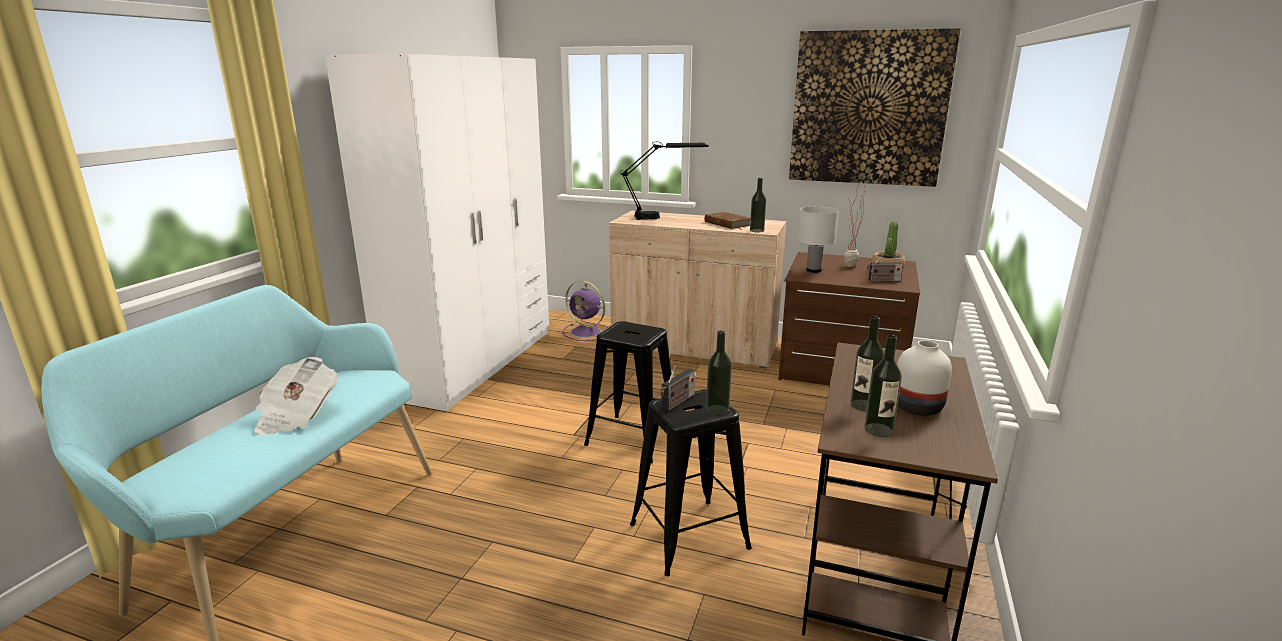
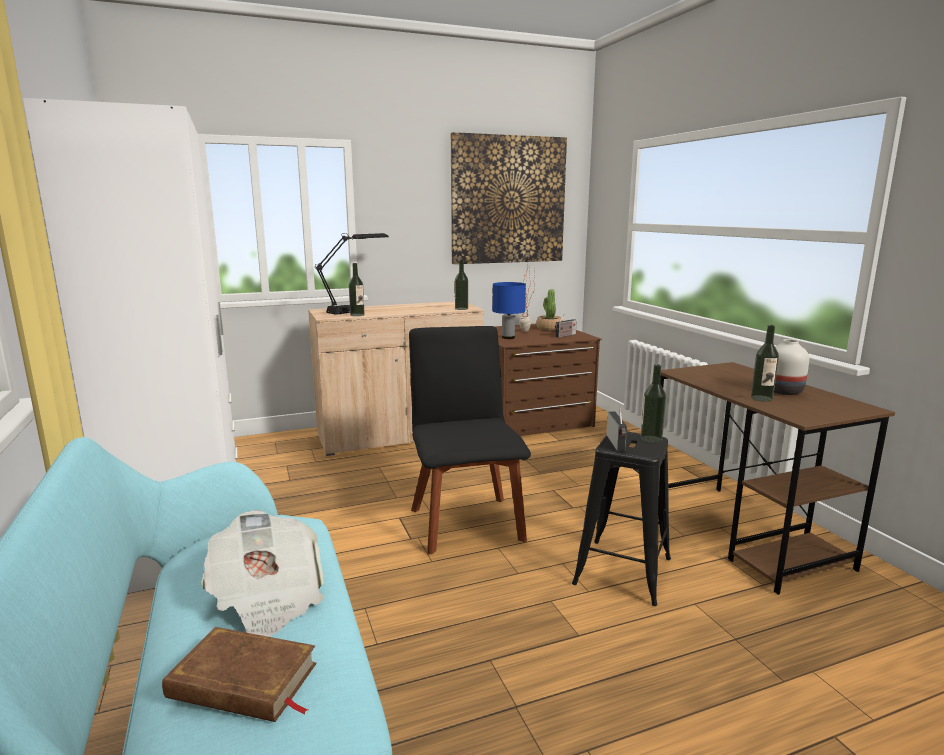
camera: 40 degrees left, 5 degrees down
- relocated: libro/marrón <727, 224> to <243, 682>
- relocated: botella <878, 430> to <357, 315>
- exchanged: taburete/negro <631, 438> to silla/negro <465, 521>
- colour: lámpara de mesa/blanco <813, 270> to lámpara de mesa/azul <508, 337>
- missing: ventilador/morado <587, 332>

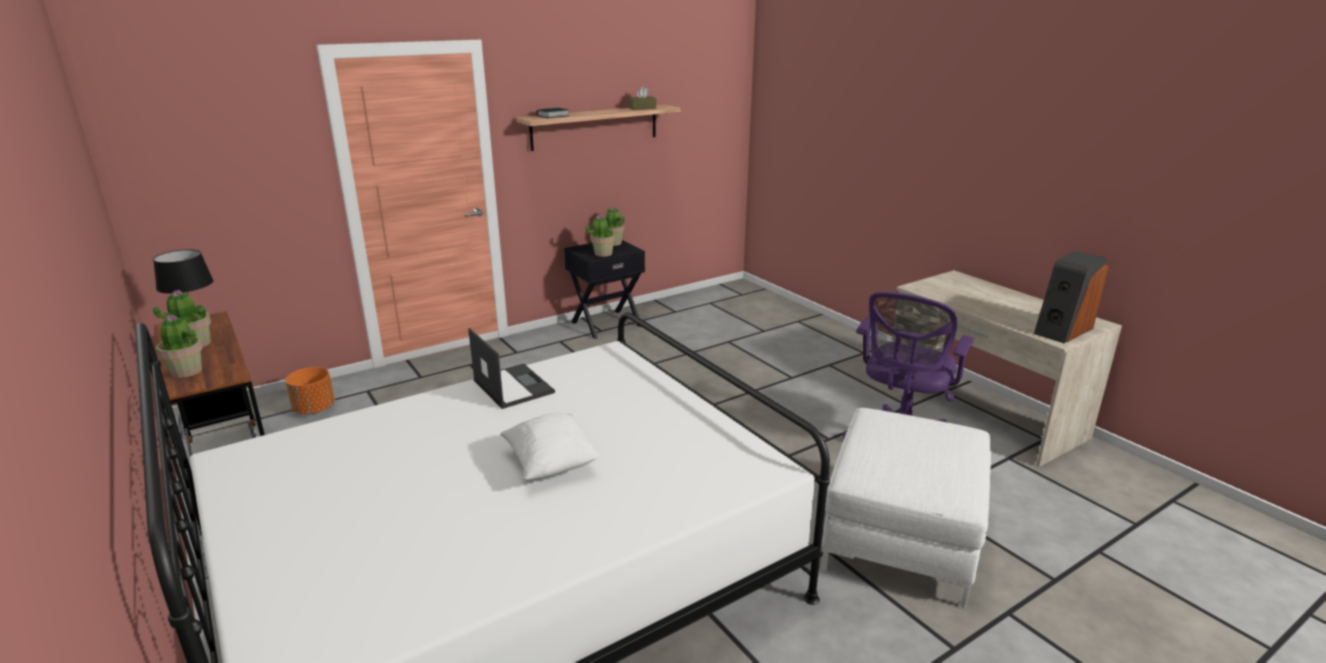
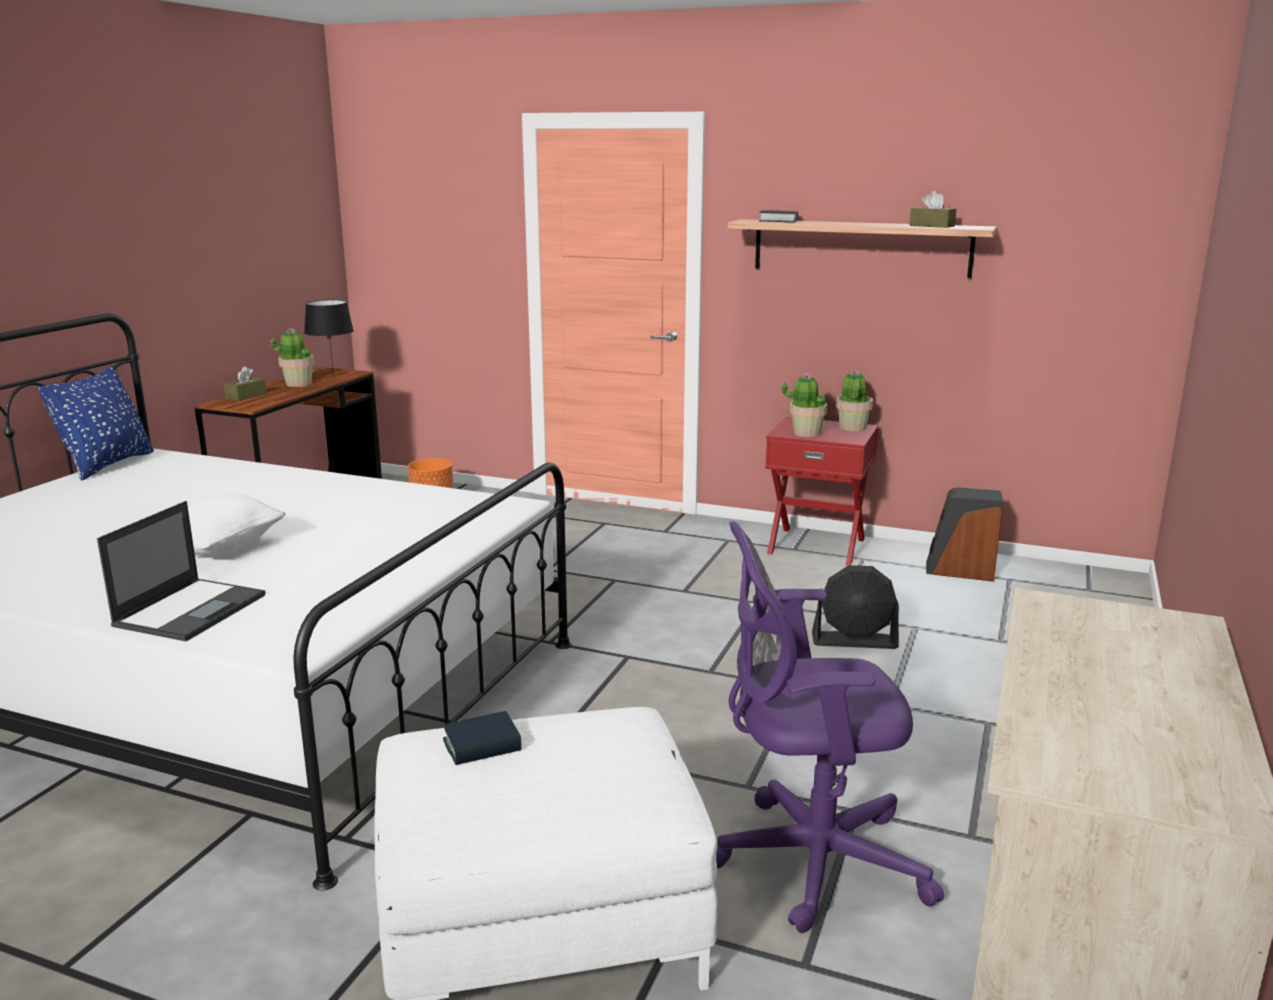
camera: 55 degrees right, 5 degrees down
- appeared: cojín/azul <107, 465>
- relocated: portátil <512, 386> to <191, 609>
- exchanged: planta en maceta <186, 371> to caja de pañuelos/marrón <246, 396>
- appeared: libro <482, 746>
- colour: mesita de noche/negro <606, 324> to mesita de noche/rojo <817, 545>
- appeared: ventilador/negro <854, 641>
- relocated: altavoz <1062, 330> to <960, 570>

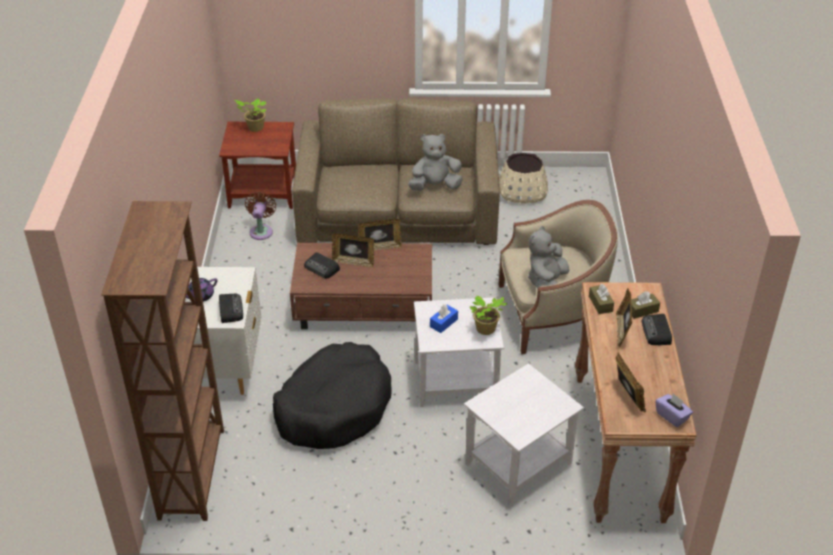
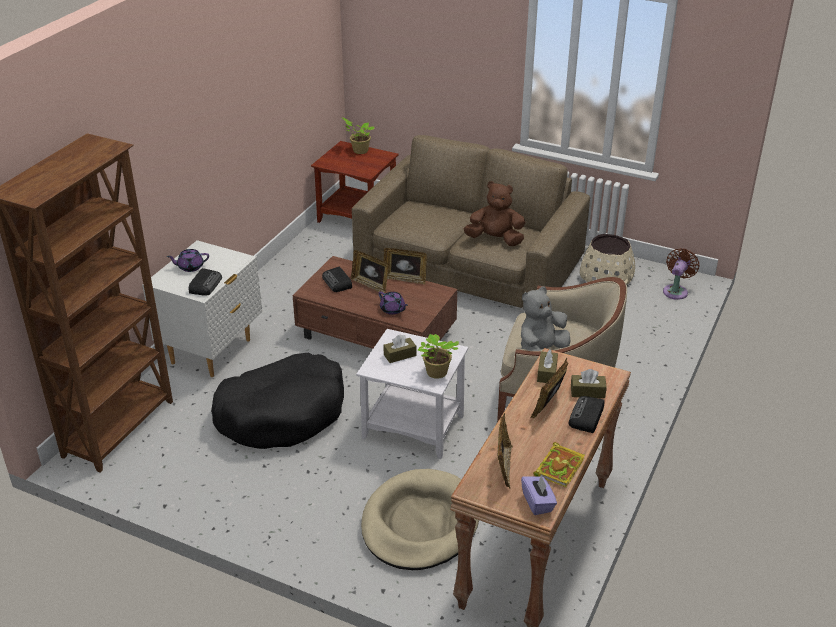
camera: 25 degrees right, 5 degrees down
- exchanged: mesa auxiliar/blanco <519, 464> to cama para perro/beis <419, 523>
- appeared: tetera/morado <392, 310>
- colour: caja de pañuelos/azul <443, 323> to caja de pañuelos/marrón <400, 355>
- colour: peluche/gris <435, 186> to peluche/marrón <495, 239>
- appeared: libro <559, 466>
- relocated: ventilador/marrón <261, 231> to <676, 291>

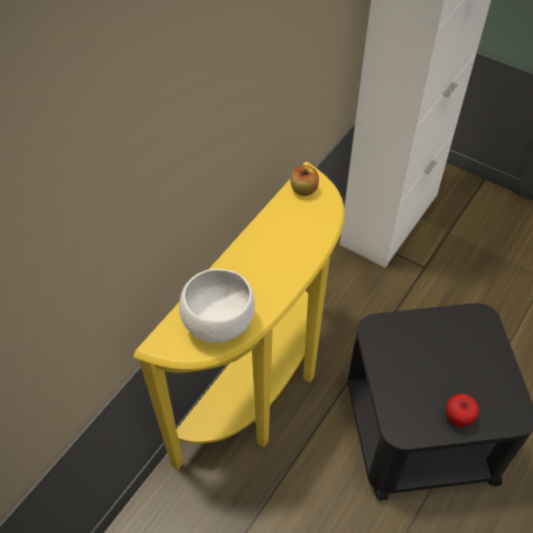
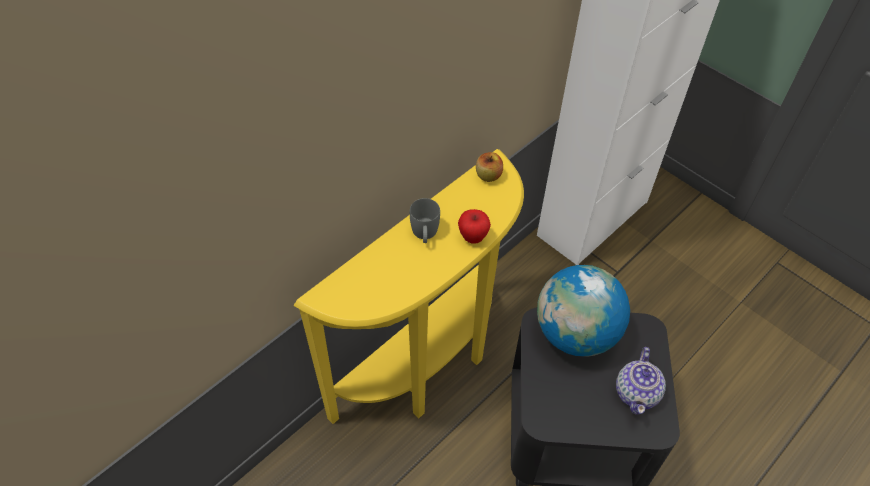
camera: 10 degrees right, 0 degrees up
- appeared: taza grande/gris <424, 234>
- relocated: manzana <457, 418> to <473, 237>
- appeared: globo terráqueo <575, 334>
- appeared: tetera <637, 392>
- missing: cuenco/blanco <218, 322>

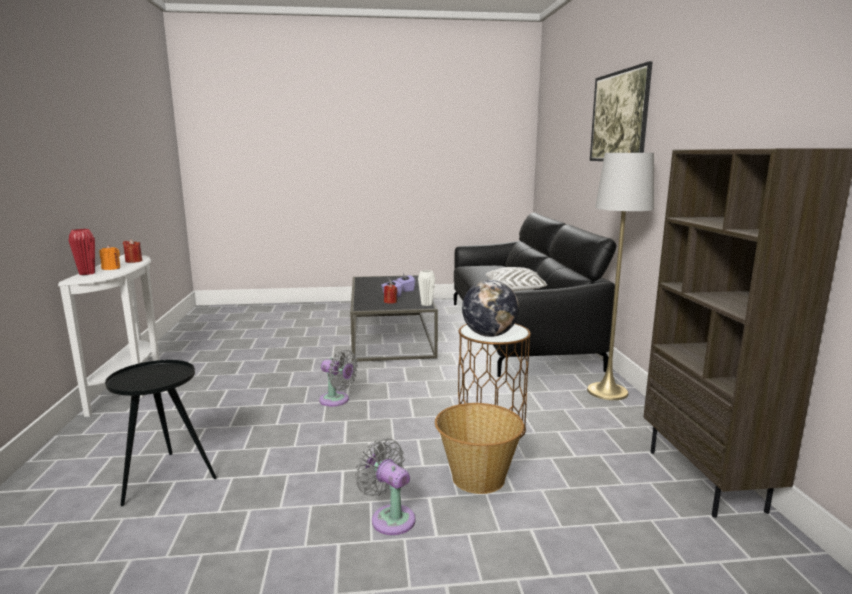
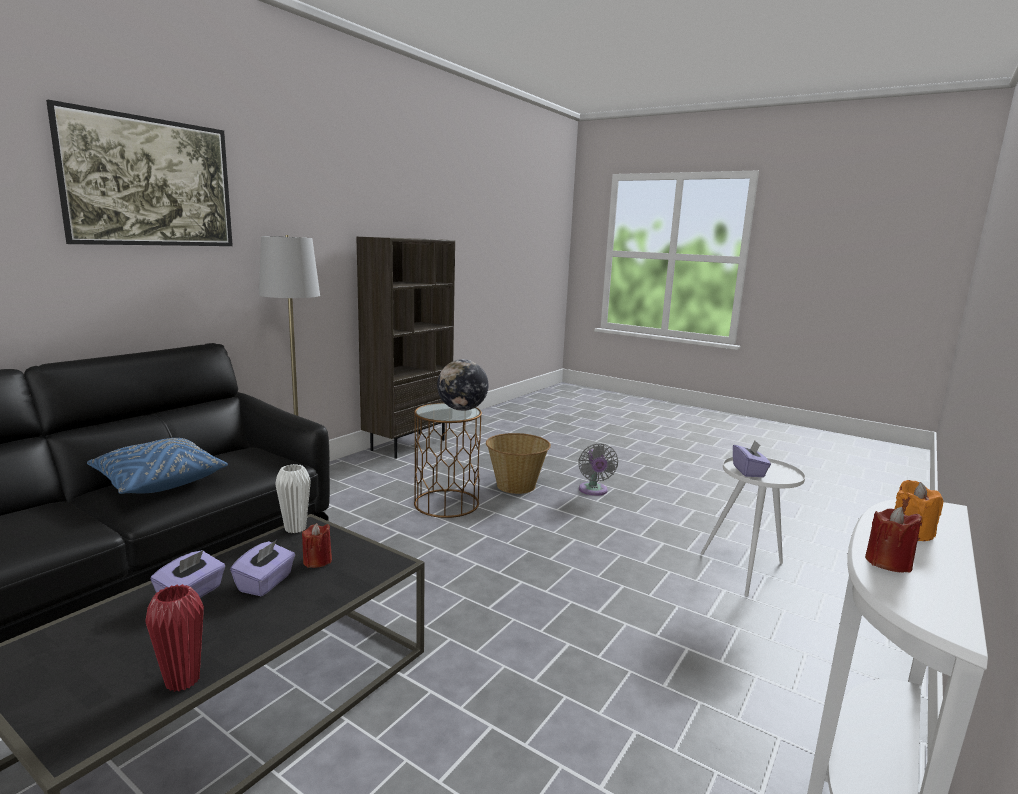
camera: 140 degrees left, 0 degrees up
- colour: cojín/blanco <515, 289> to cojín/azul <158, 481>
- relocated: florero/rojo <87, 273> to <182, 681>
- colour: mesa auxiliar/negro <165, 479> to mesa auxiliar/blanco <747, 570>
- appeared: caja de pañuelos/morado <749, 471>
- missing: ventilador/gris <337, 400>

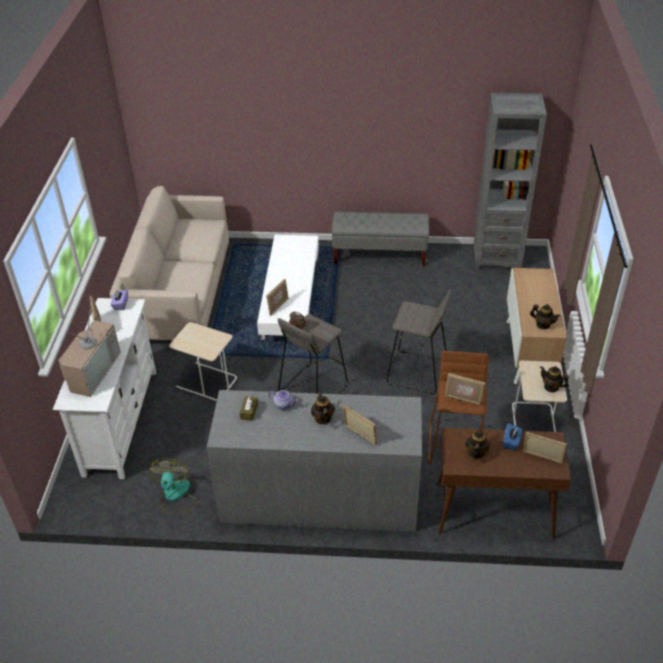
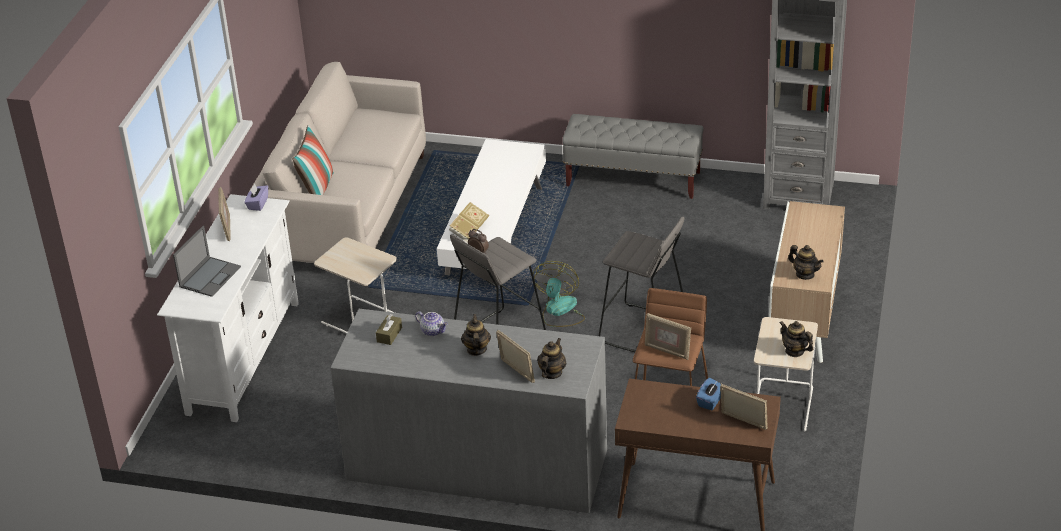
camera: 10 degrees right, 5 degrees down
- exchanged: televisor <92, 370> to portátil <210, 276>
- appeared: cojín <316, 188>
- exchanged: portarretratos <278, 306> to libro <469, 231>
- relocated: ventilador <175, 496> to <559, 311>
- relocated: tetera <476, 452> to <551, 373>

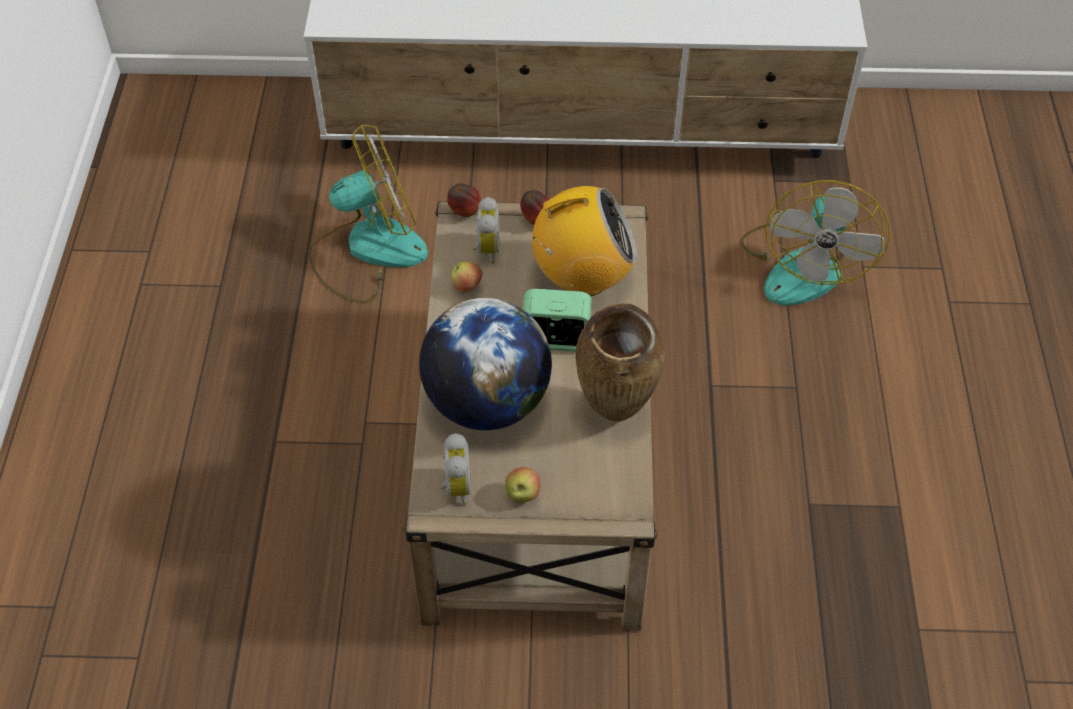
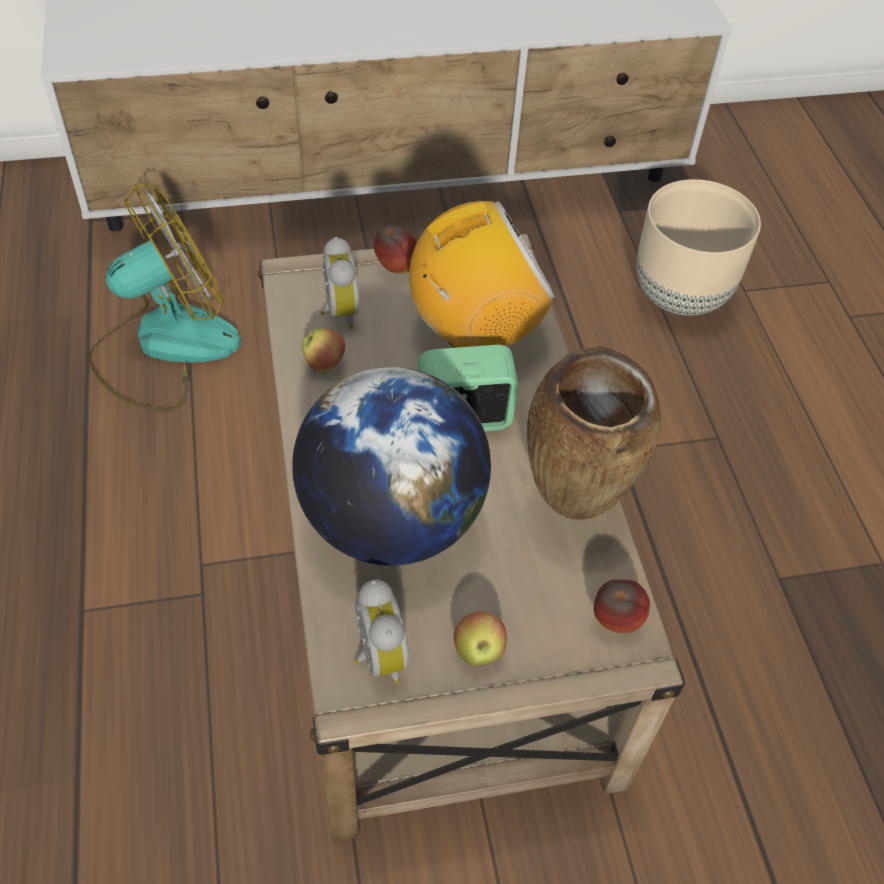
camera: 15 degrees left, 0 degrees up
- relocated: manzana <465, 213> to <615, 621>
- exchanged: ventilador <803, 265> to maceta/beis <681, 297>

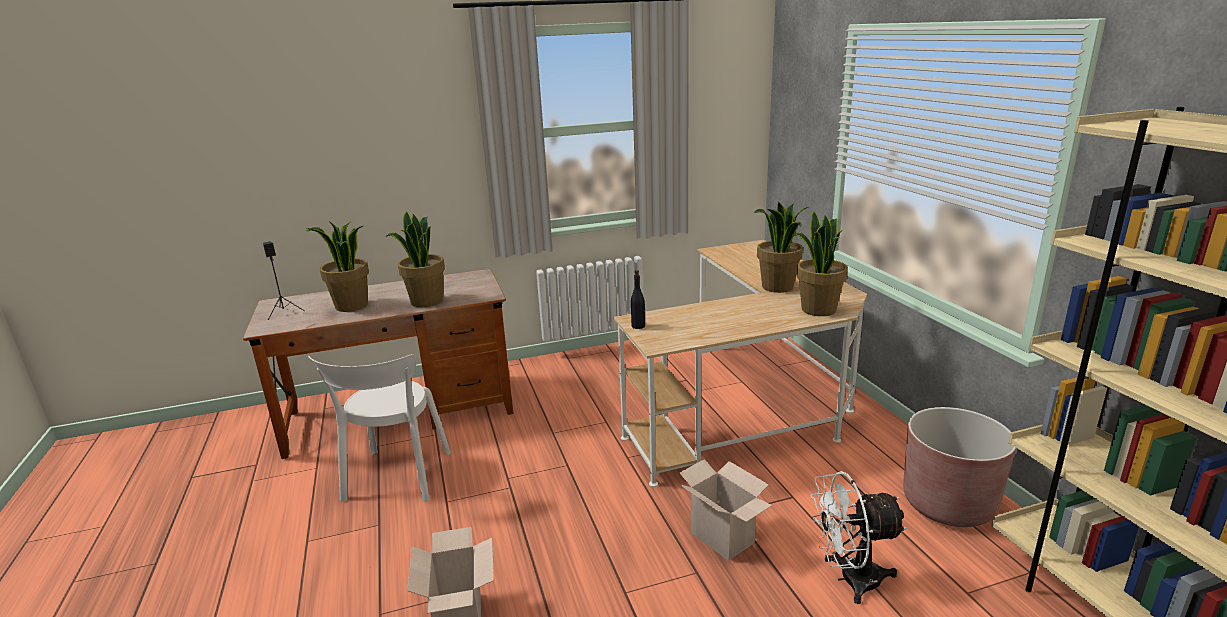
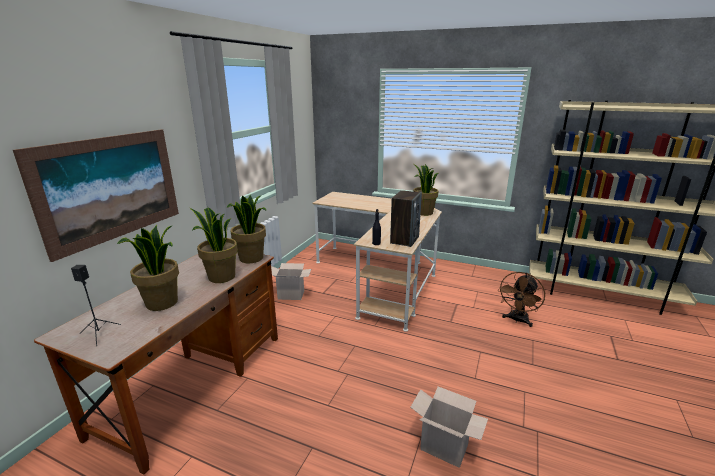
camera: 50 degrees left, 0 degrees up
- appeared: cuadro <111, 188>
- relocated: planta en maceta <777, 287> to <251, 258>
- relocated: caja de cartón <724, 538> to <292, 295>
- appeared: altavoz <404, 240>
- colour: ventilador/blanco <849, 579> to ventilador/marrón <517, 320>
- missing: silla/blanco <396, 479>
- missing: maceta/marrón <948, 504>

